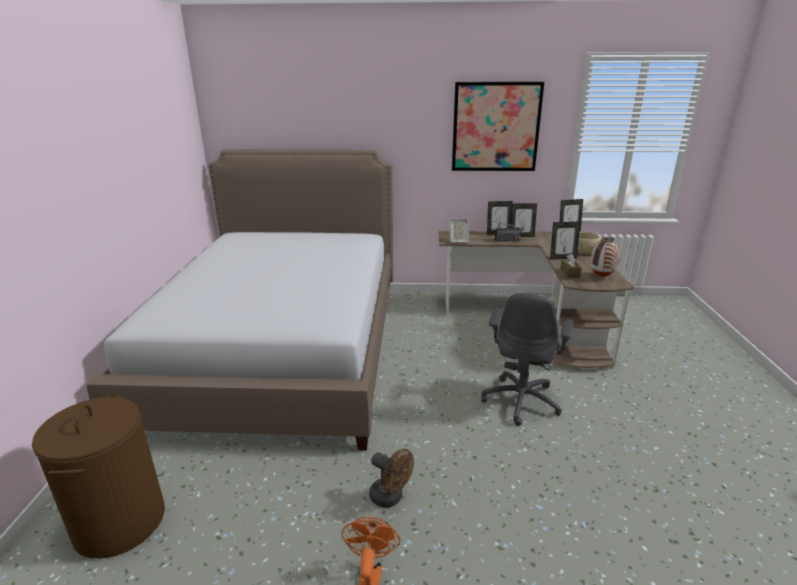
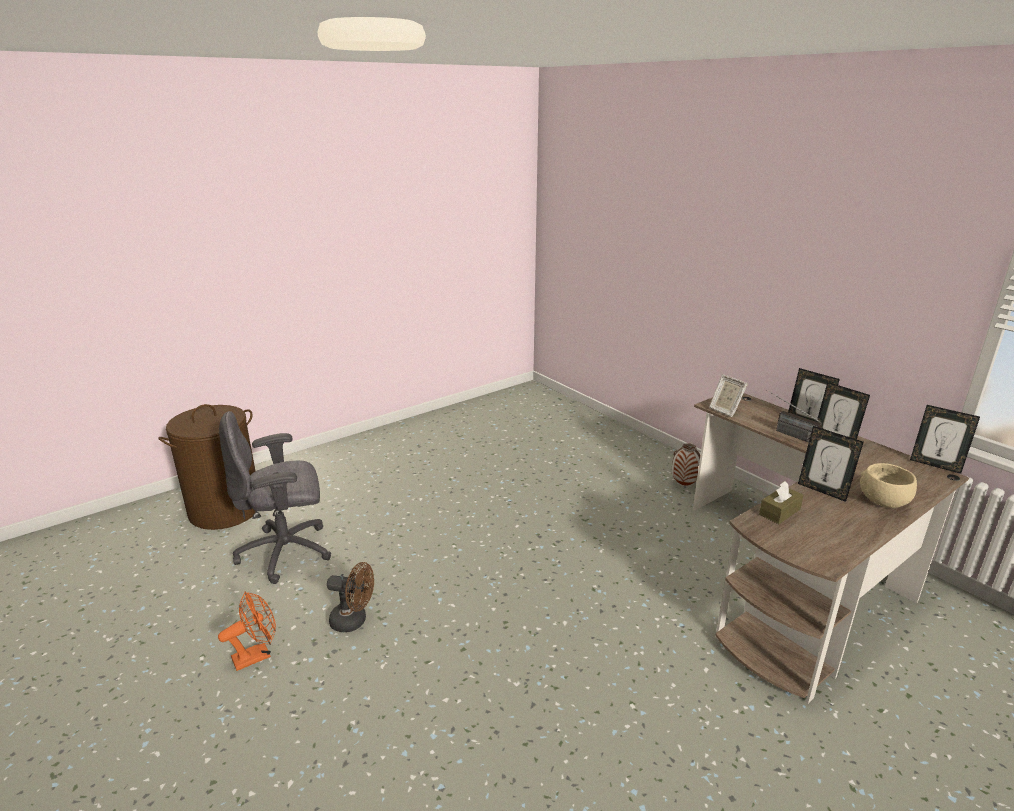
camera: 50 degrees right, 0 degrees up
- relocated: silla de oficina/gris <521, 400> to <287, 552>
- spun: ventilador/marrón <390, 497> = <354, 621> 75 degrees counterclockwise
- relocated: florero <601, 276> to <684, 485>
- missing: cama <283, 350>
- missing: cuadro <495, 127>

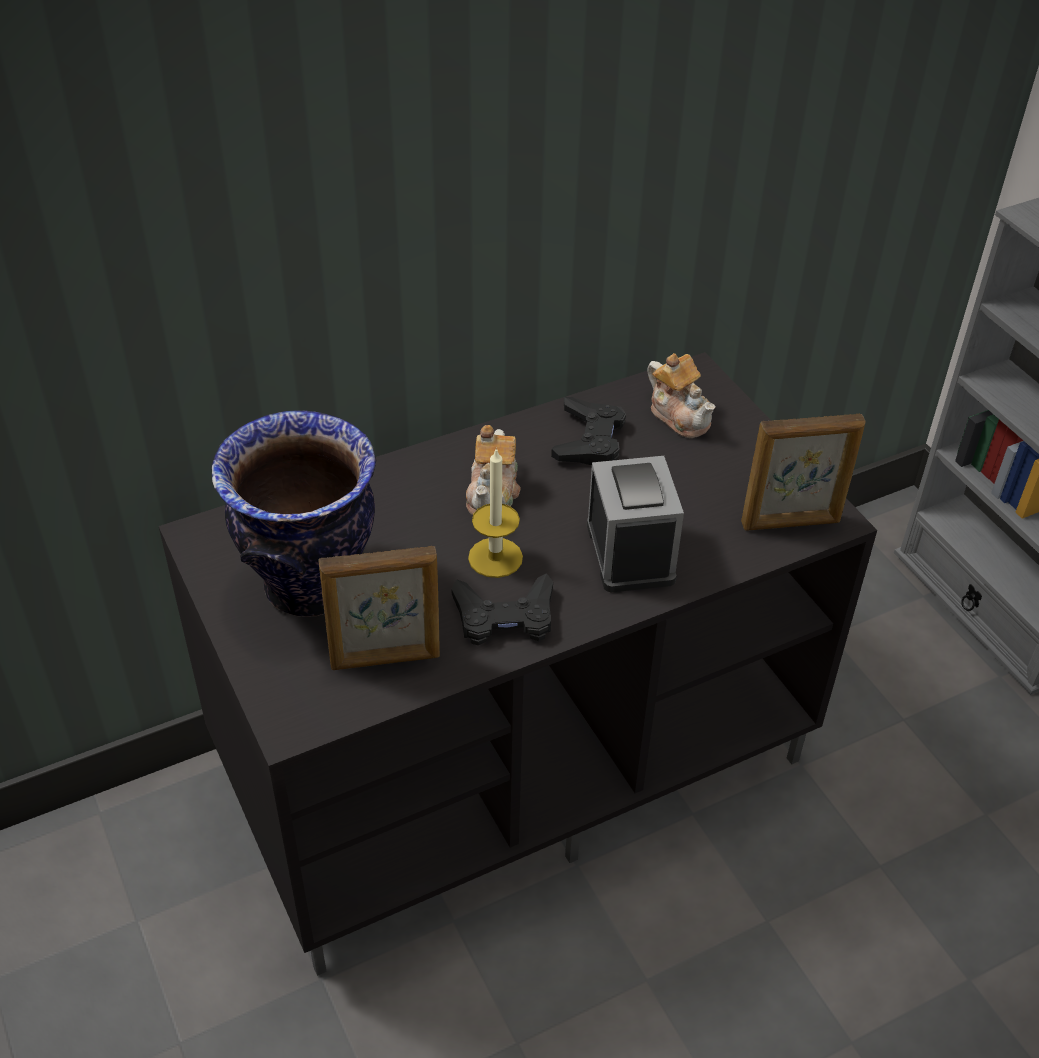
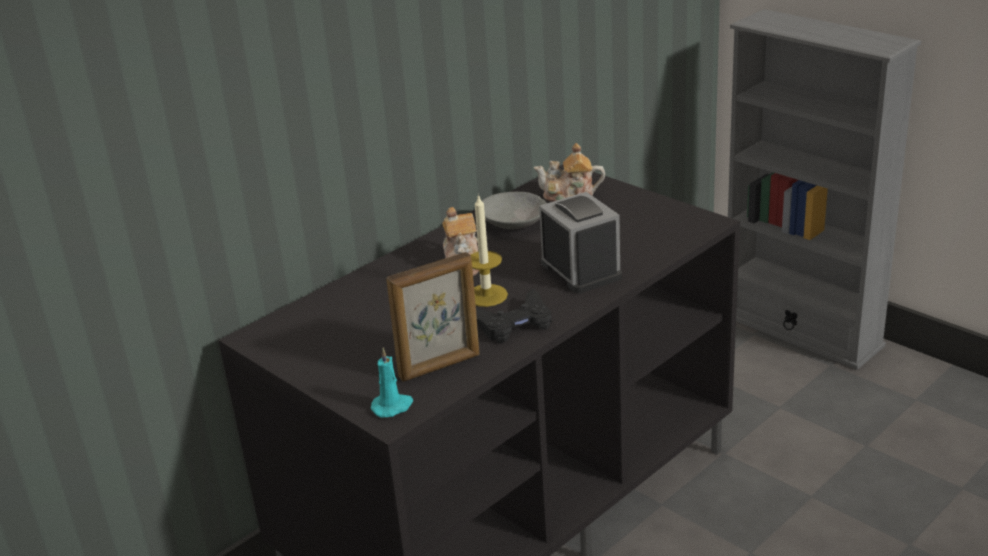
camera: 15 degrees left, 15 degrees down
- appeared: vela/turquesa <393, 406>
- exchanged: mando de consola/negro <589, 440> to cuenco/gris <514, 222>
- spun: tetera <679, 415> = <569, 196> 150 degrees clockwise
- missing: florero <308, 585>
- missing: portarretratos <791, 523>

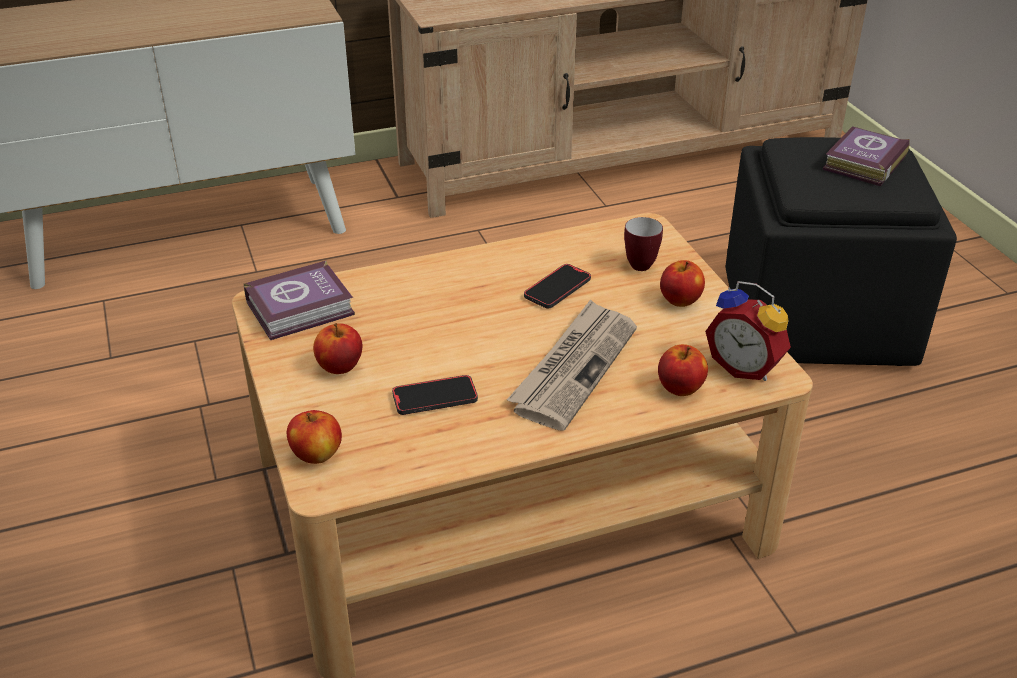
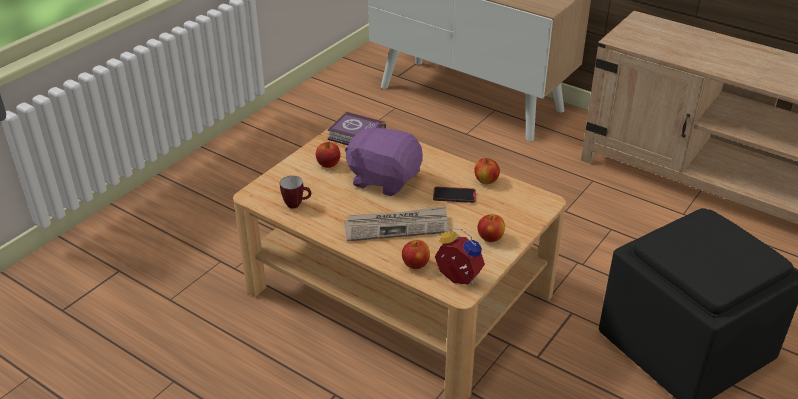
camera: 55 degrees right, 0 degrees up
- relocated: taza grande <642, 263> to <296, 204>
- appeared: peluche/morado <384, 179>
- spun: despertador <745, 367> = <456, 280> 120 degrees clockwise
- relocated: manzana <317, 455> to <486, 181>
- missing: móvil <435, 398>
- missing: libro <862, 163>

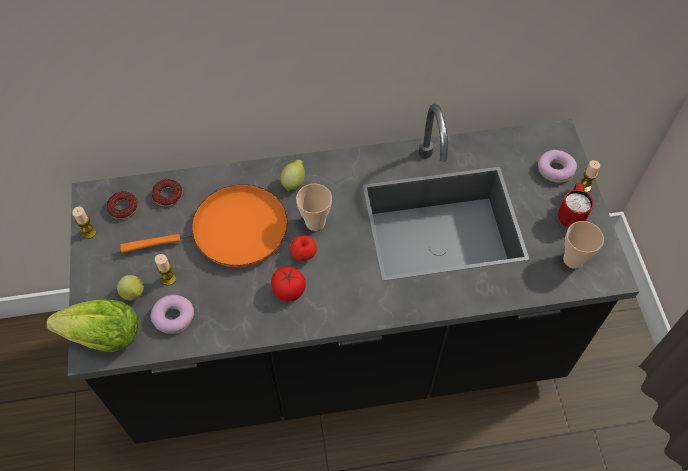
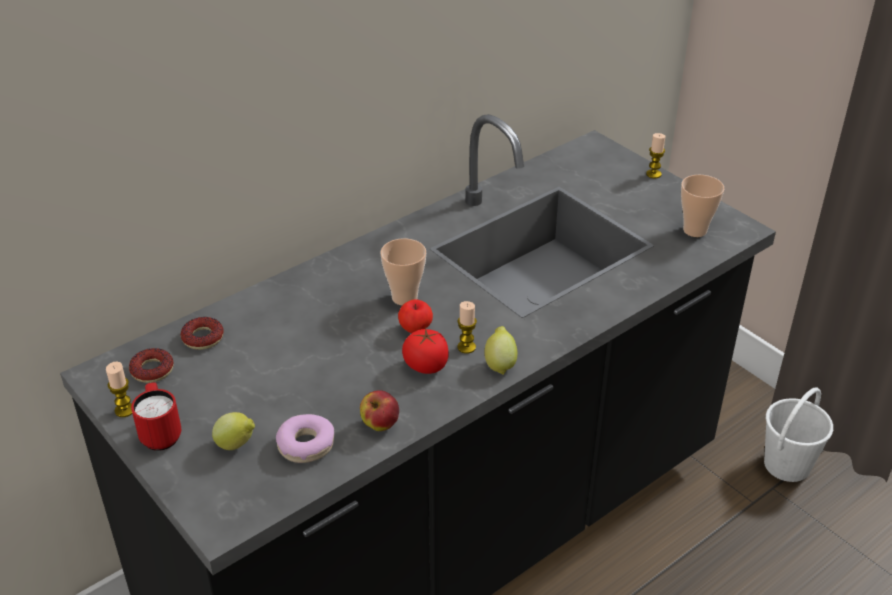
camera: 30 degrees left, 20 degrees down
- relocated: taza grande/rojo <571, 215> to <160, 433>
- appeared: manzana <380, 424>
- relocated: vela <169, 279> to <466, 347>
- relocated: limón <294, 182> to <500, 364>
- appeared: cubo/blanco <787, 464>
- missing: lechuga <104, 336>
- missing: sartén/naranja <233, 232>
- missing: rosquilla <555, 170>

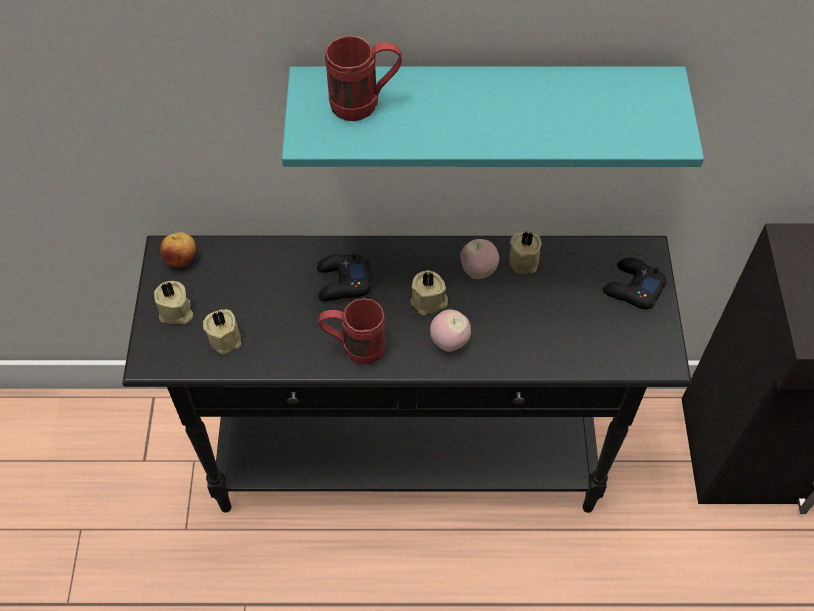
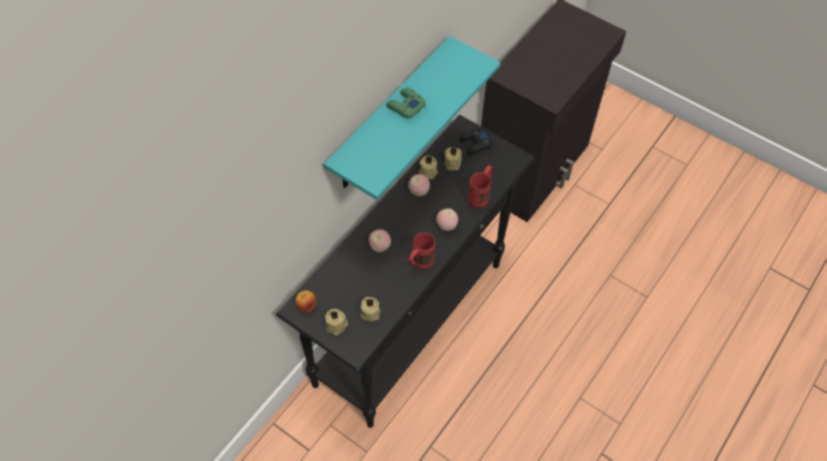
camera: 55 degrees left, 0 degrees up
- exchanged: mando de consola/negro <343, 282> to manzana <379, 247>
- appeared: mando de consola/verde <405, 106>
- relocated: vela/beis <429, 301> to <453, 163>
- relocated: taza grande/rojo <365, 104> to <481, 196>

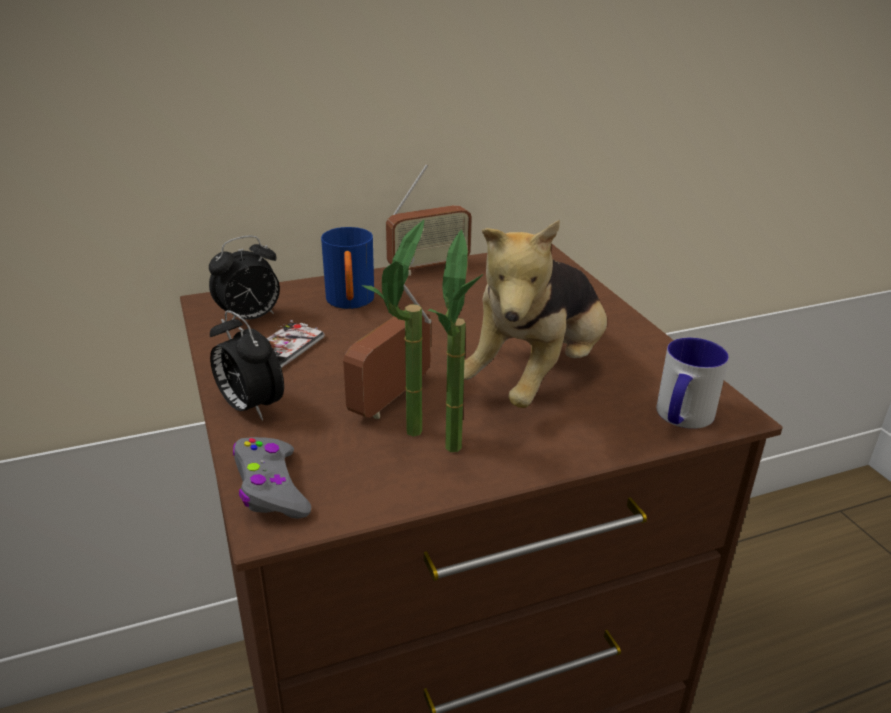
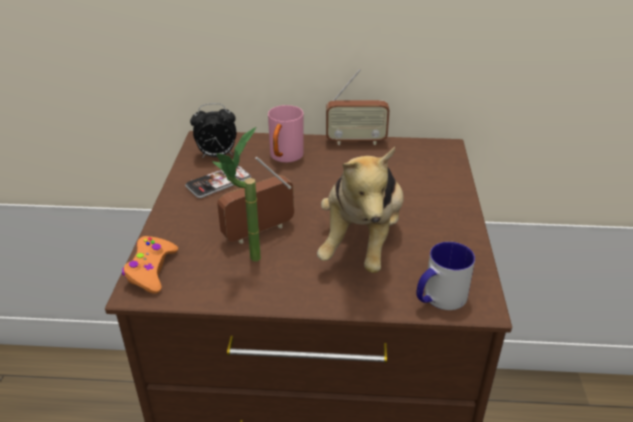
camera: 25 degrees right, 5 degrees up
- colour: mando de consola/gris <271, 488> to mando de consola/naranja <151, 270>
- colour: taza grande/azul <350, 303> to taza grande/rosa <284, 158>
- spun: peluche <536, 378> = <362, 242> 45 degrees counterclockwise
- missing: despertador <249, 407>
- missing: planta en maceta <455, 458>

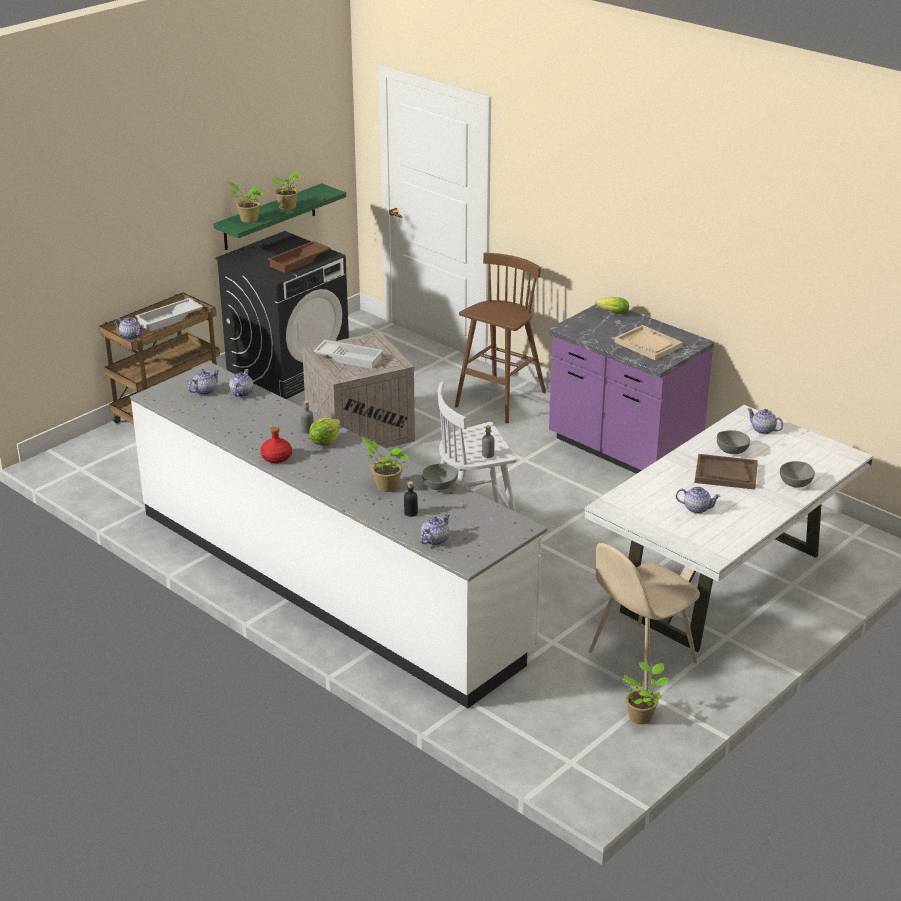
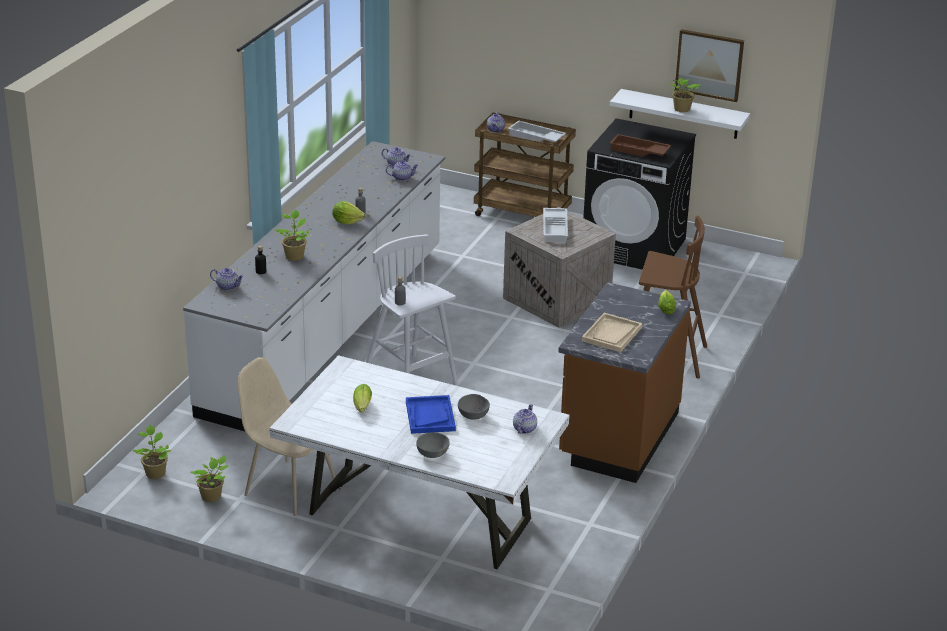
camera: 70 degrees right, 0 degrees up
- relocated: planta en maceta <247, 219> to <155, 473>
- exchanged: tetera <697, 508> to lechuga <362, 407>
- colour: bandeja/marrón <725, 474> to bandeja/azul <430, 416>
- colour: mueble bajo de cocina/morado <623, 451> to mueble bajo de cocina/marrón <617, 436>
- colour: estante/verde <269, 217> to estante/blanco <683, 114>
- appeared: cuadro <709, 64>
- missing: botella/rojo <277, 457>
- missing: cuenco/gris <440, 487>

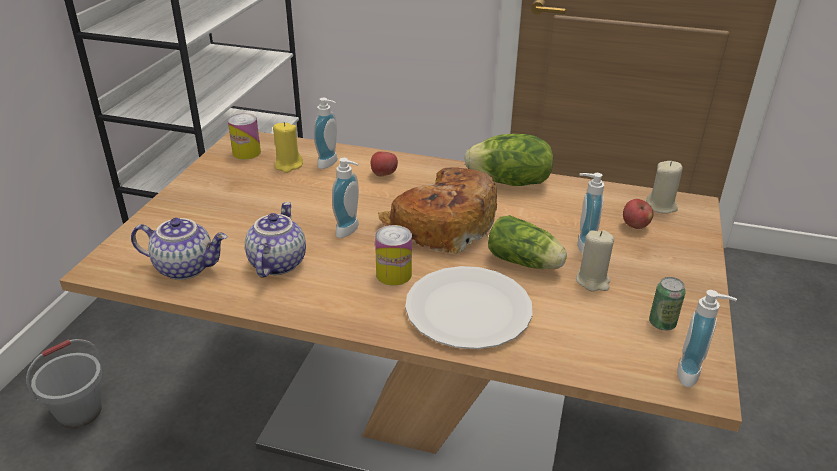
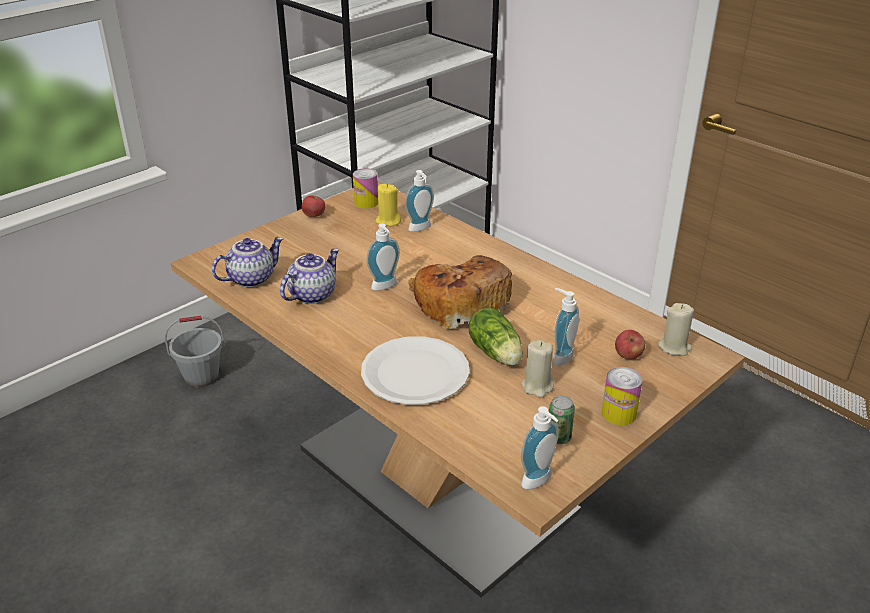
camera: 30 degrees right, 0 degrees up
- spun: tetera <186, 267> = <251, 278> 75 degrees counterclockwise
- relocated: manzana <384, 174> to <314, 216>
- relocated: lata <394, 274> to <618, 413>
- missing: lechuga <510, 182>

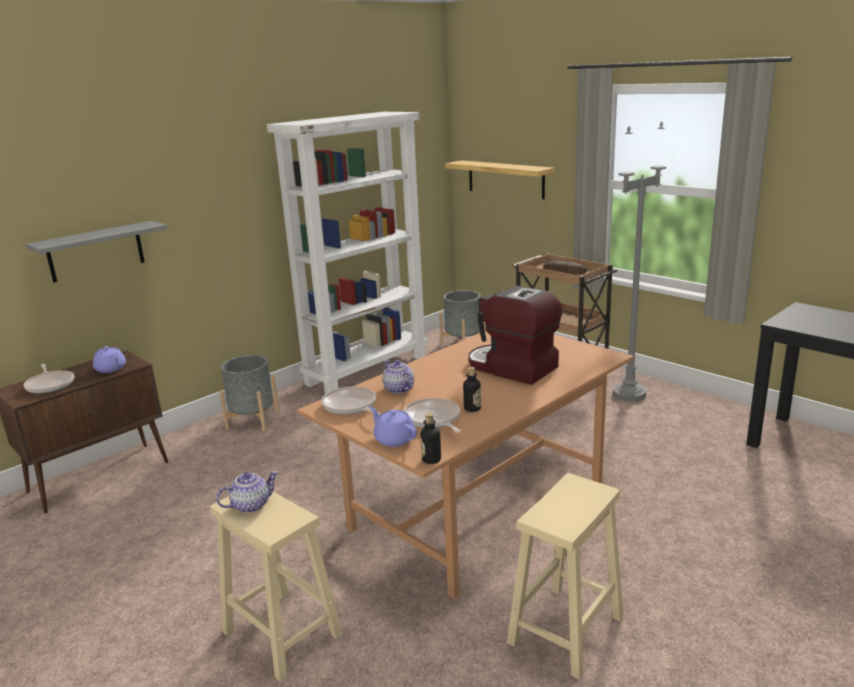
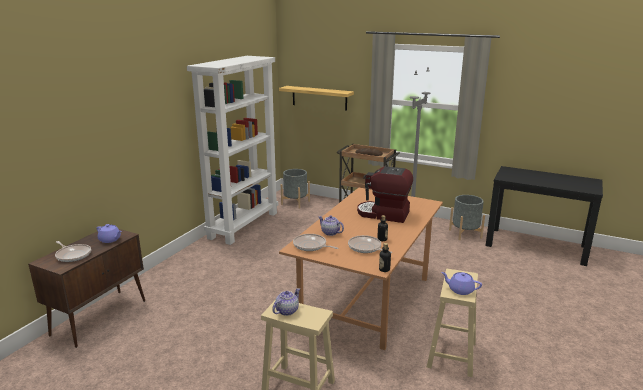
camera: 20 degrees left, 0 degrees up
- relocated: tetera/morado <394, 439> to <460, 290>
- relocated: maceta/gris <253, 420> to <465, 234>
- missing: estante/gris <96, 251>

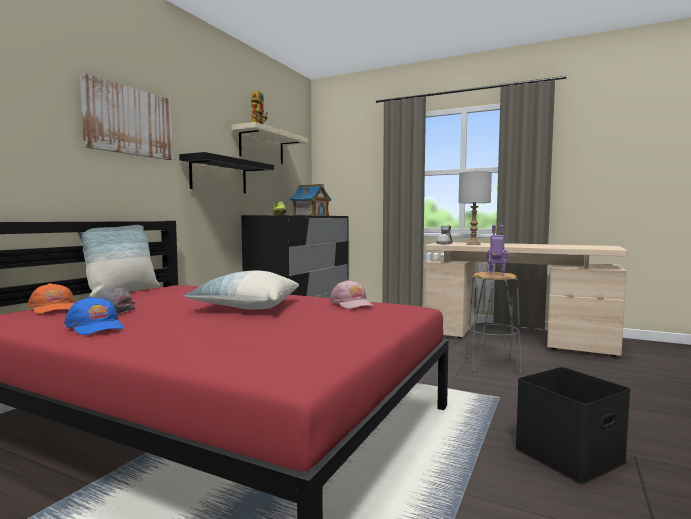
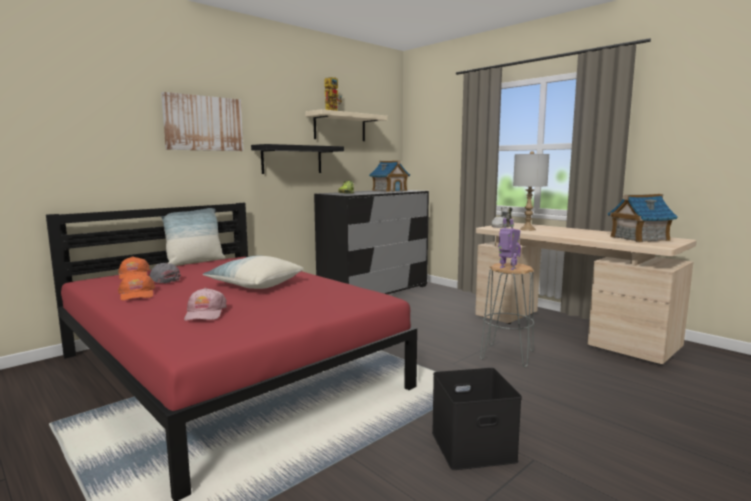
camera: 20 degrees right, 5 degrees up
- colour: gorra/azul <96, 327> to gorra/naranja <137, 294>
- relocated: gorra/rosa <352, 304> to <205, 313>
- appeared: casita <639, 238>

